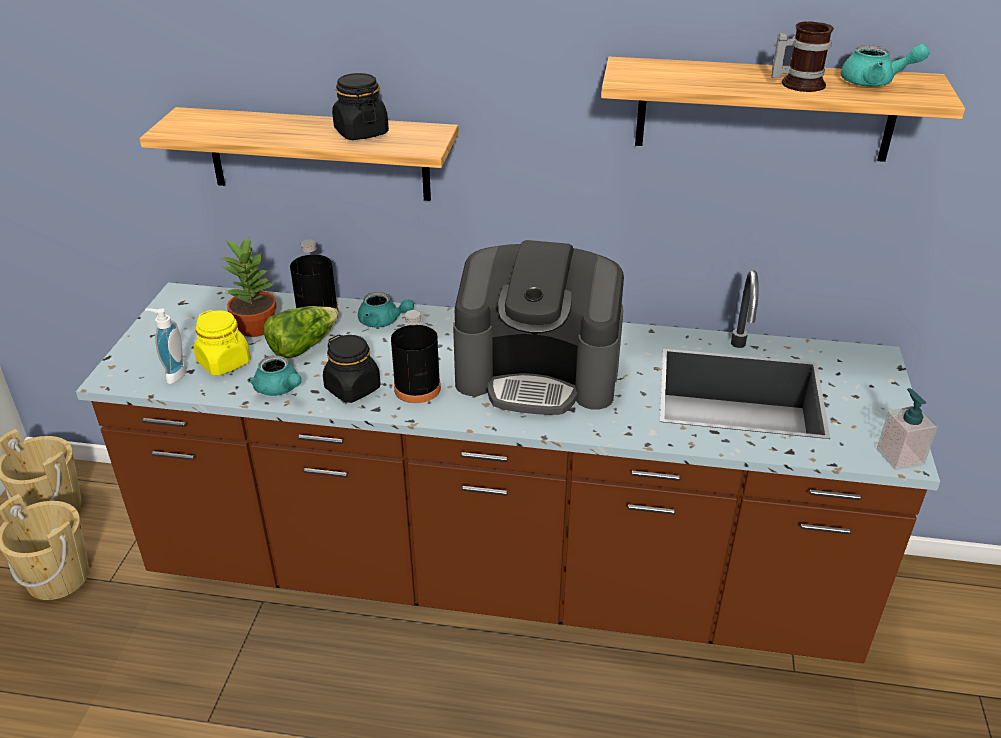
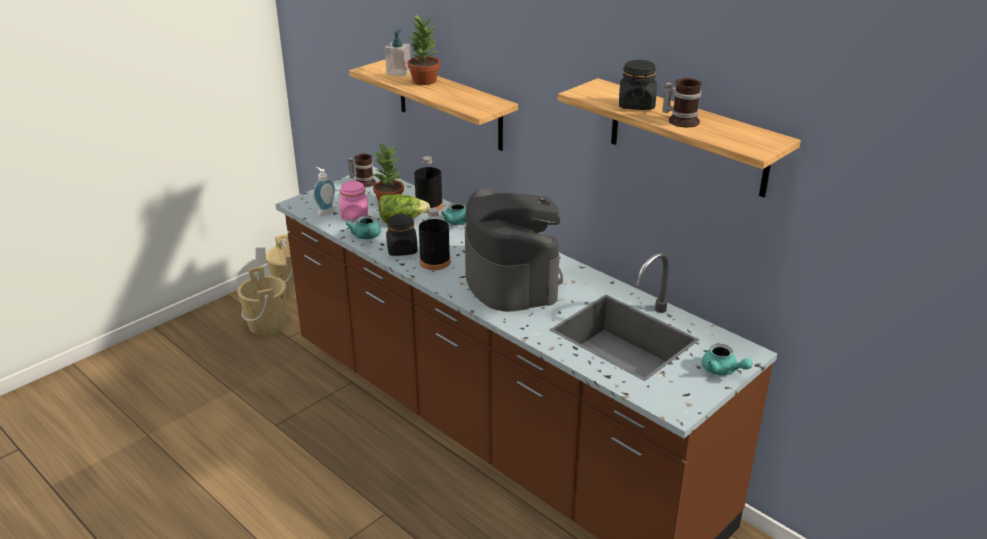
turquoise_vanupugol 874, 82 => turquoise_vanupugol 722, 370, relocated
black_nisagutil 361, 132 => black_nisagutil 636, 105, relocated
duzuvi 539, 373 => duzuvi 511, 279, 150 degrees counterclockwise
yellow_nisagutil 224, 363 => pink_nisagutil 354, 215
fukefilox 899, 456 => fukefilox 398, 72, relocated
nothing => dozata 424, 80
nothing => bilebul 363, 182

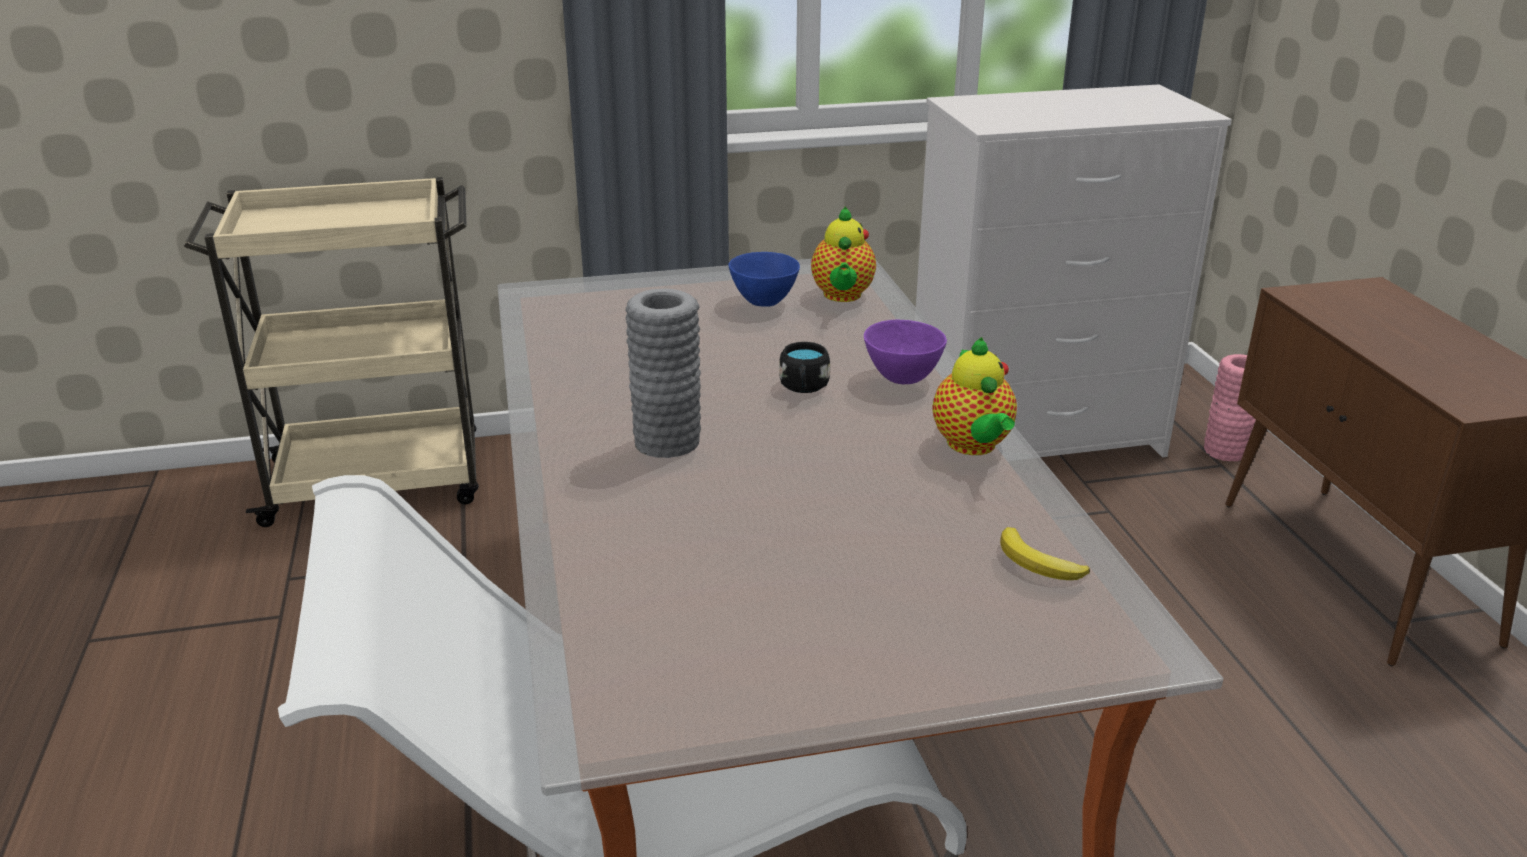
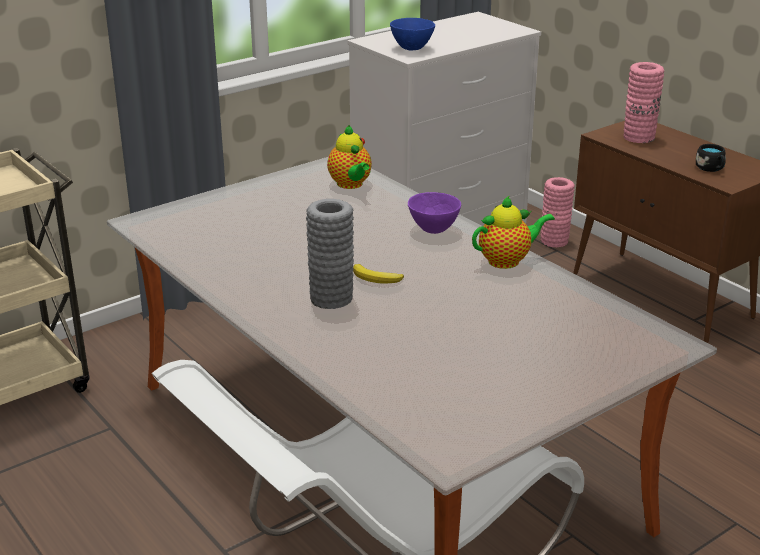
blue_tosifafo 765, 302 => blue_tosifafo 412, 48, relocated
vanupugol 973, 446 => vanupugol 507, 261, 75 degrees counterclockwise
black_bilebul 803, 388 => black_bilebul 711, 169, relocated
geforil 1038, 563 => geforil 376, 278, relocated
nothing => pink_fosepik 638, 137

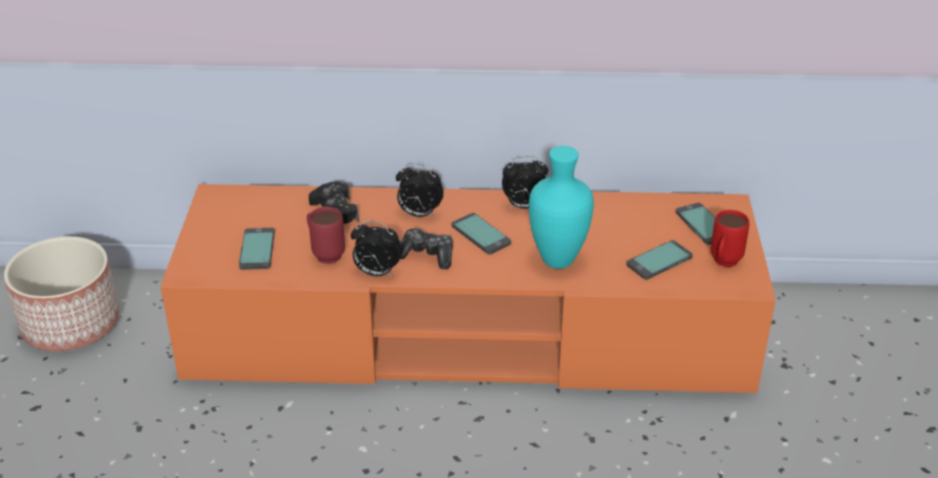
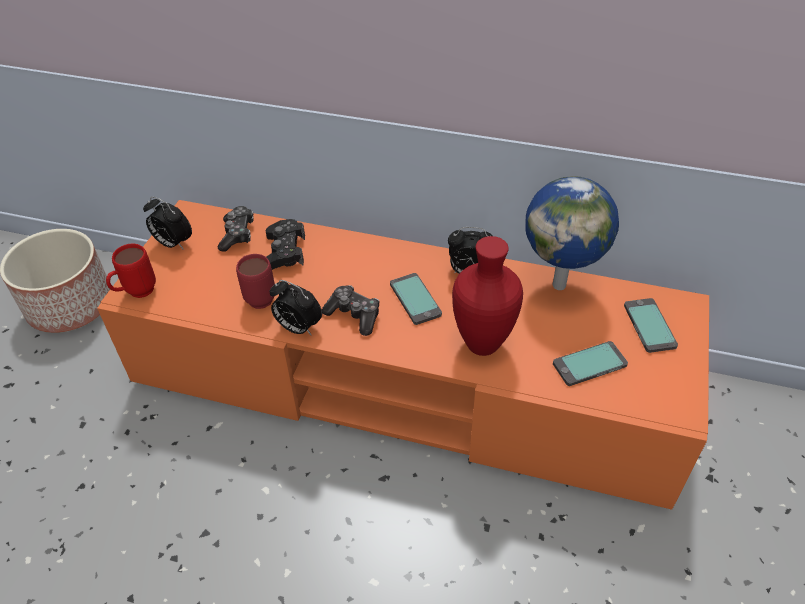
turquoise_fosepik 555, 261 => red_fosepik 480, 344
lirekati 419, 214 => lirekati 173, 243, relocated
red_bilebul 723, 264 => red_bilebul 136, 293, relocated
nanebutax 257, 250 => nothing
nothing => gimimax 560, 284
nothing => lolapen 237, 234

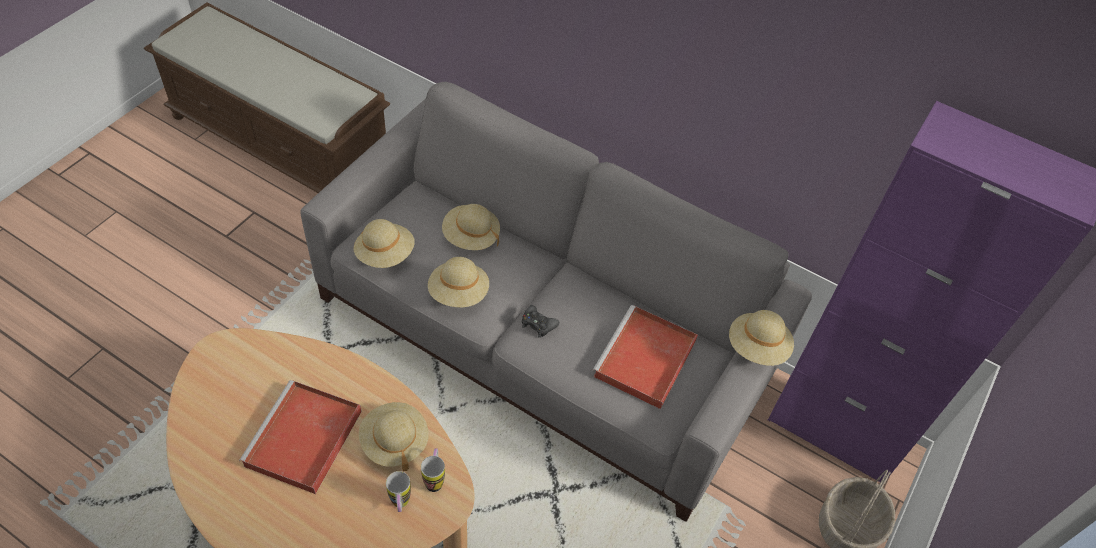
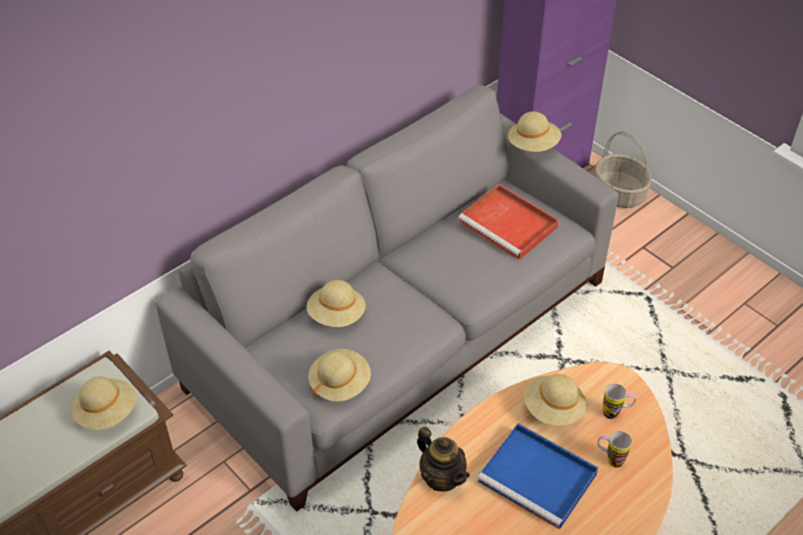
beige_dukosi 459, 293 => beige_dukosi 107, 413, relocated
black_lolapen 538, 324 => nothing
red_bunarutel 303, 440 => blue_bunarutel 539, 478
bilebul 435, 478 => bilebul 610, 459, relocated
nothing => vanupugol 442, 477

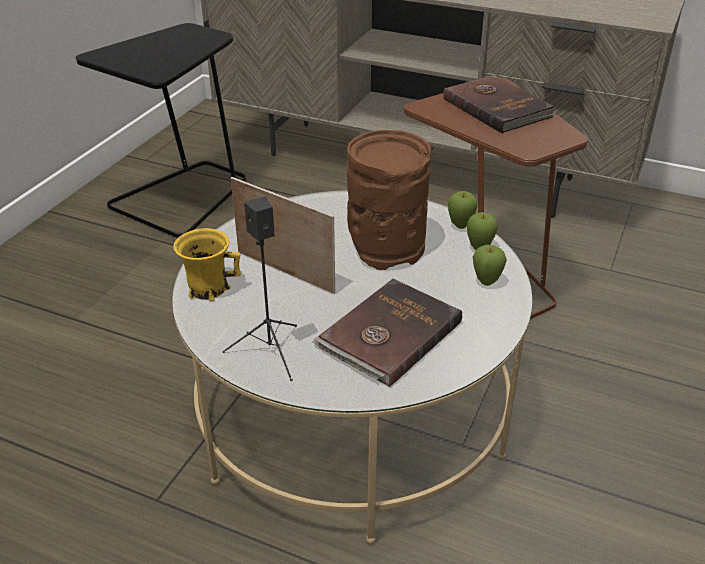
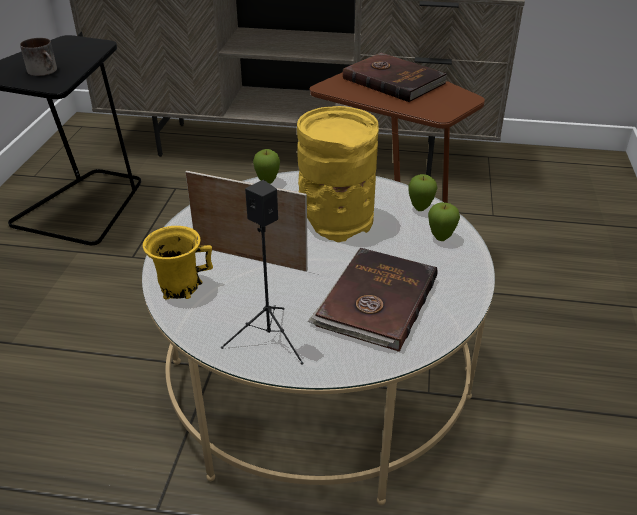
brown_fosepik 386, 247 => yellow_fosepik 335, 220
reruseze 460, 226 => reruseze 267, 182, relocated
nothing => bilebul 45, 71

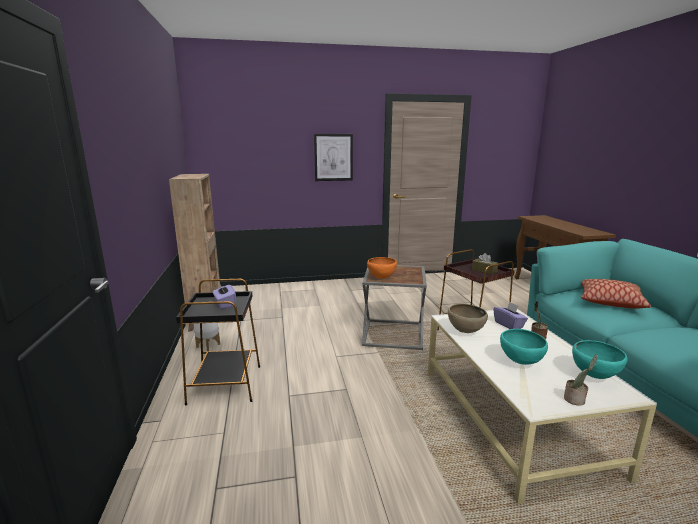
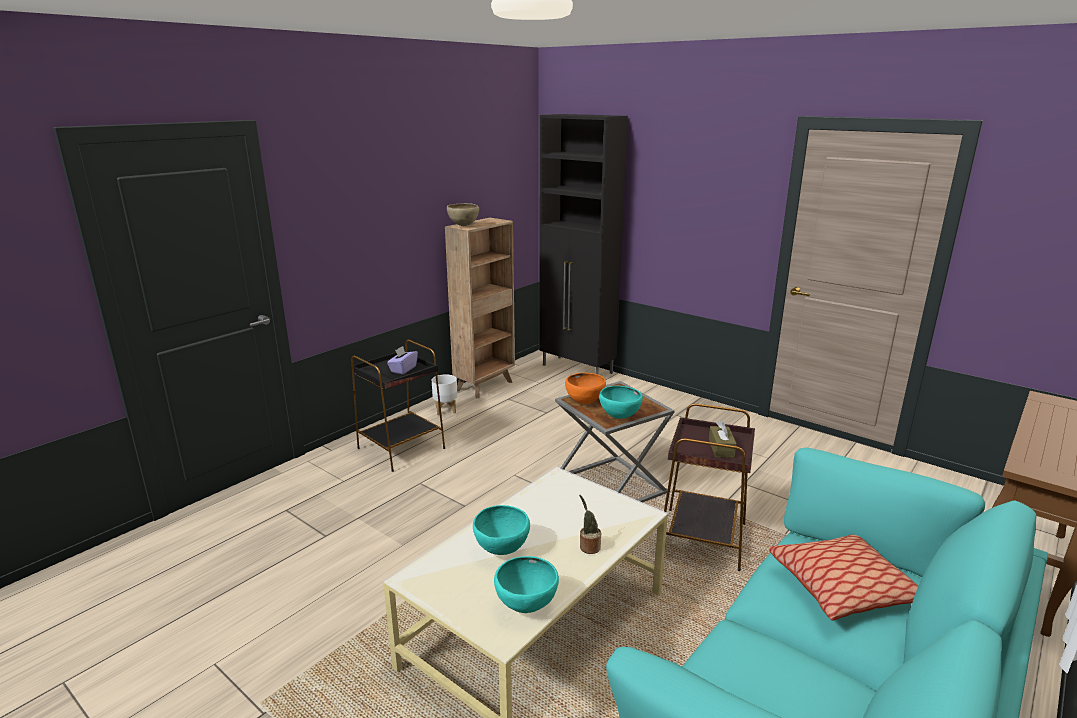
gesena 333, 157 => nothing
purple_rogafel 509, 325 => nothing
brown_tosifafo 465, 332 => brown_tosifafo 463, 226, relocated
dozata 576, 400 => nothing
nothing => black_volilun 577, 369
nothing => turquoise_tosifafo 619, 417

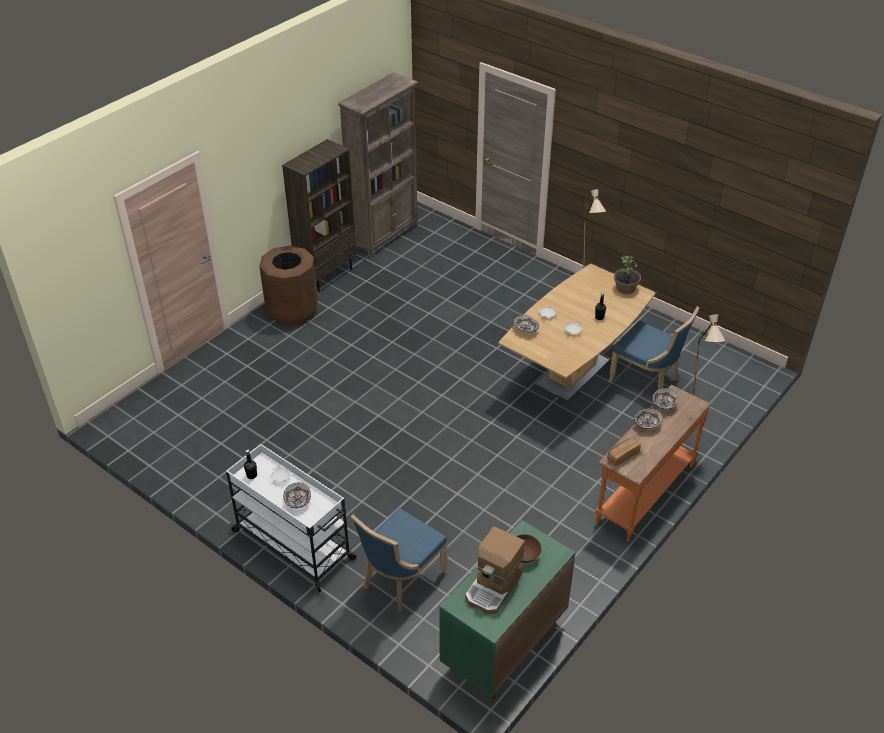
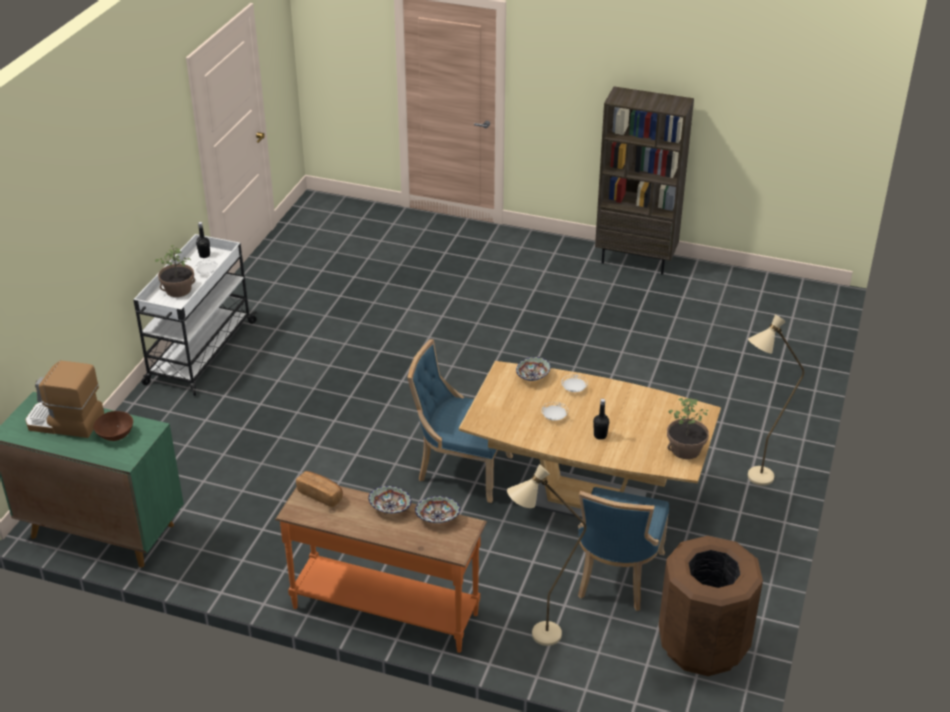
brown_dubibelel 384, 236 => nothing
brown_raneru 293, 311 => brown_raneru 702, 646, relocated
tosifafo 297, 501 => dozata 178, 290
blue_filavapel 400, 580 => blue_filavapel 461, 470, relocated

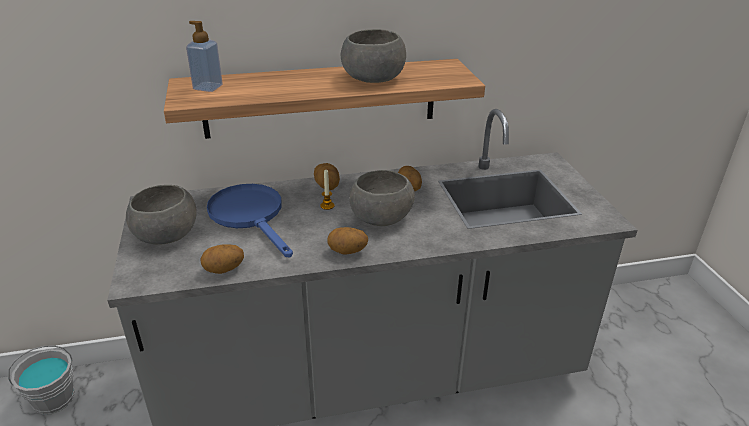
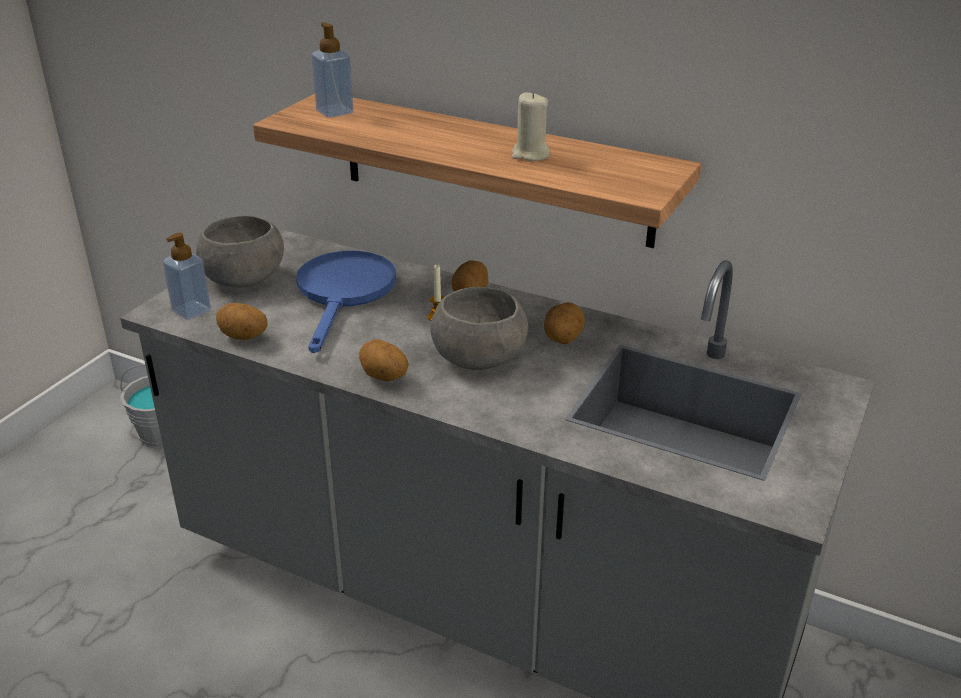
grey_tosifafo 372, 78 => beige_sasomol 530, 154
nothing => fukefilox 191, 311

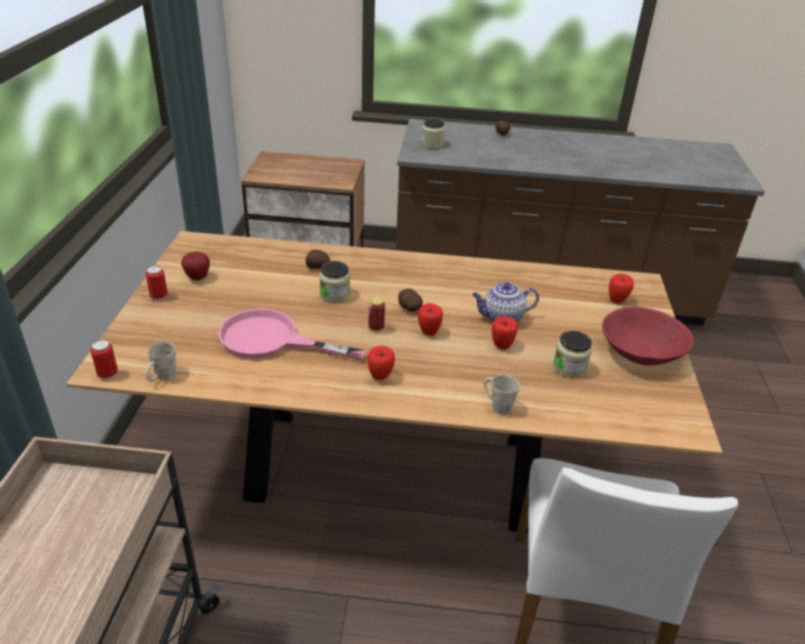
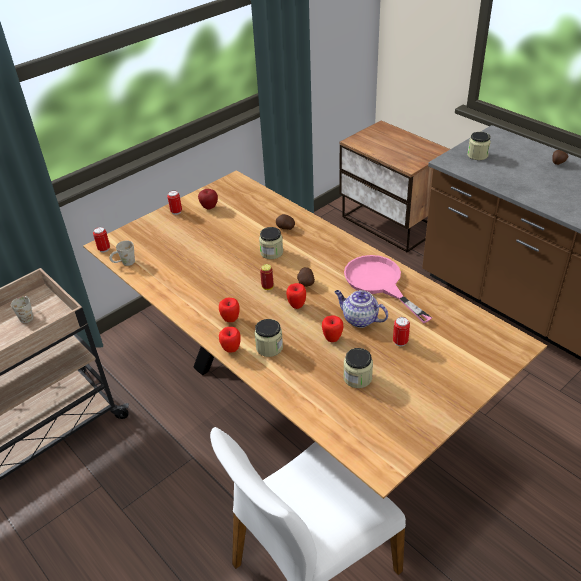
reruseze 617, 300 => reruseze 231, 349, relocated
red_tosifafo 640, 354 => nothing
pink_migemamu 272, 340 => pink_migemamu 379, 283, relocated
white_bilebul 496, 404 => white_bilebul 27, 315, relocated
nothing => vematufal 400, 342
nothing => nisagutil 269, 347

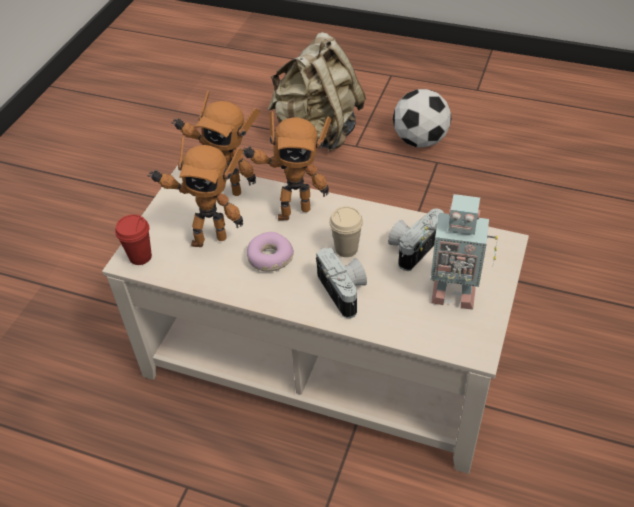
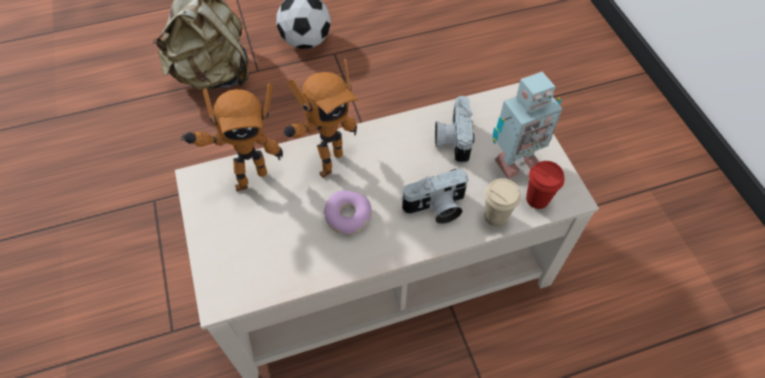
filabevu 208, 238 => nothing
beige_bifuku 346, 249 => beige_bifuku 495, 216, relocated
red_bifuku 140, 257 => red_bifuku 537, 199, relocated
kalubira 345, 291 => kalubira 436, 208, 135 degrees clockwise

